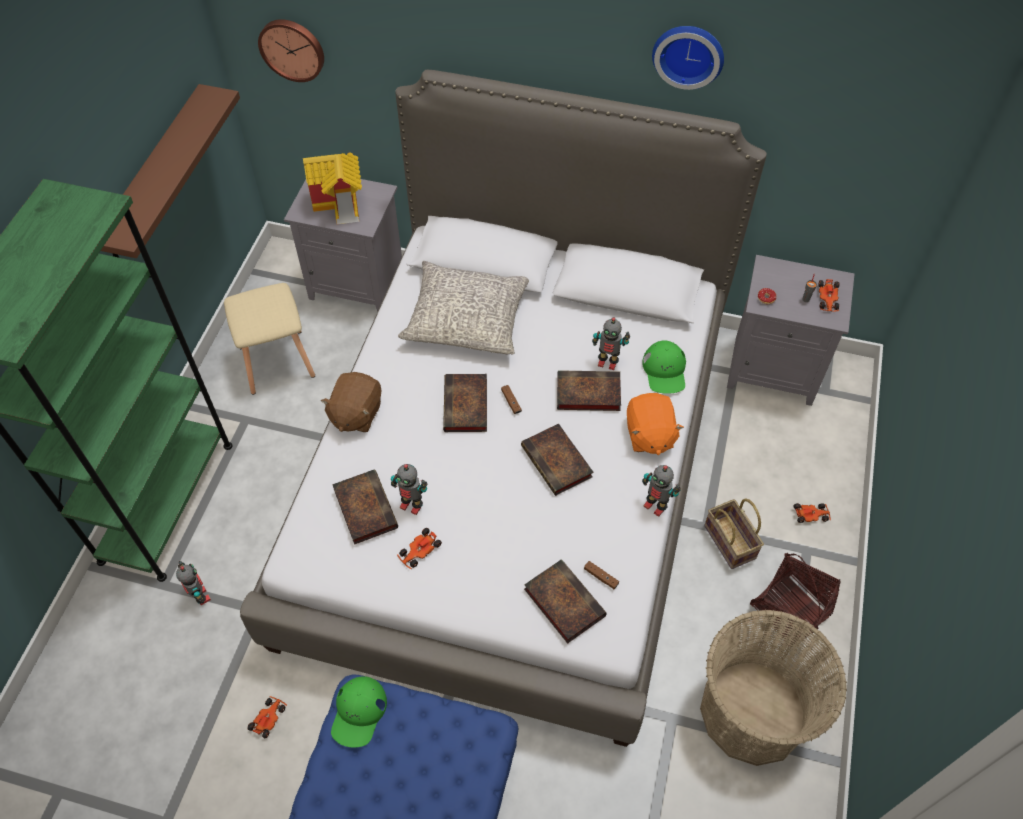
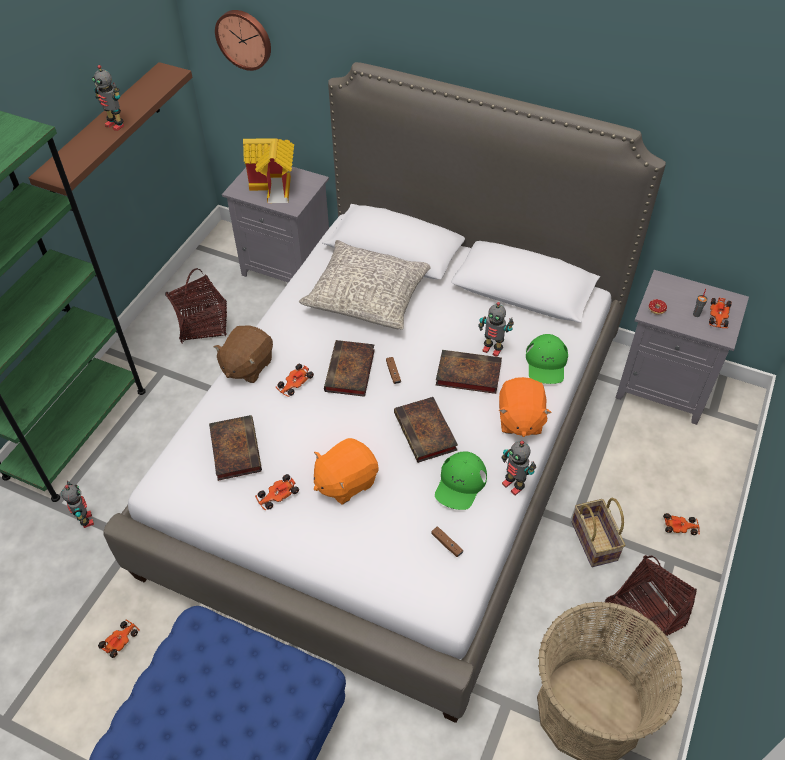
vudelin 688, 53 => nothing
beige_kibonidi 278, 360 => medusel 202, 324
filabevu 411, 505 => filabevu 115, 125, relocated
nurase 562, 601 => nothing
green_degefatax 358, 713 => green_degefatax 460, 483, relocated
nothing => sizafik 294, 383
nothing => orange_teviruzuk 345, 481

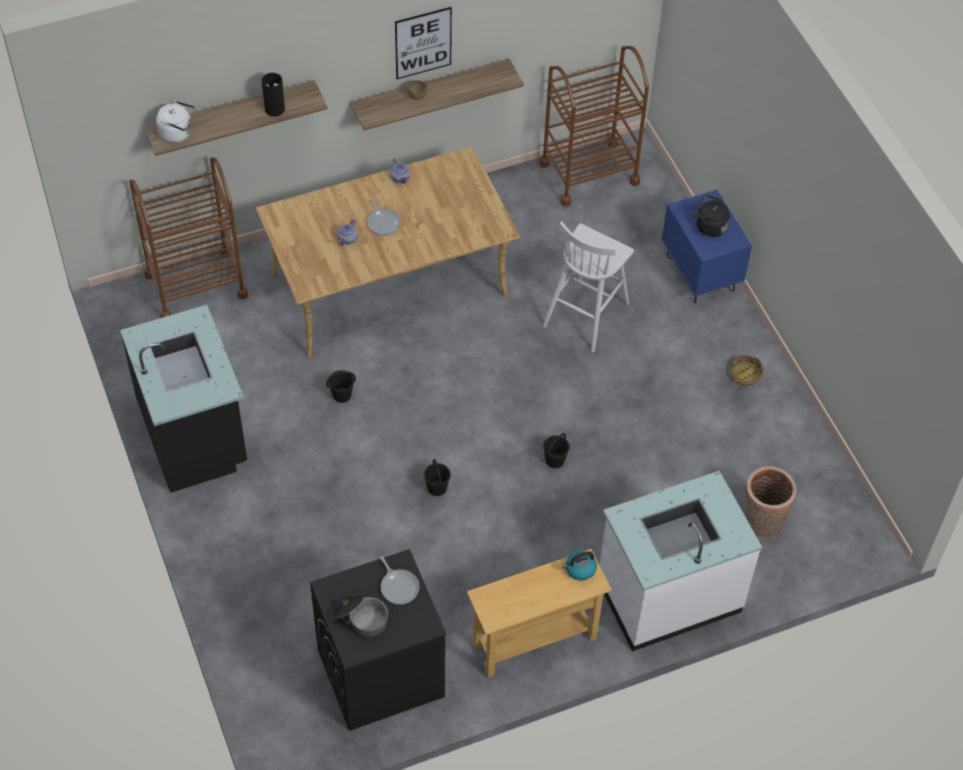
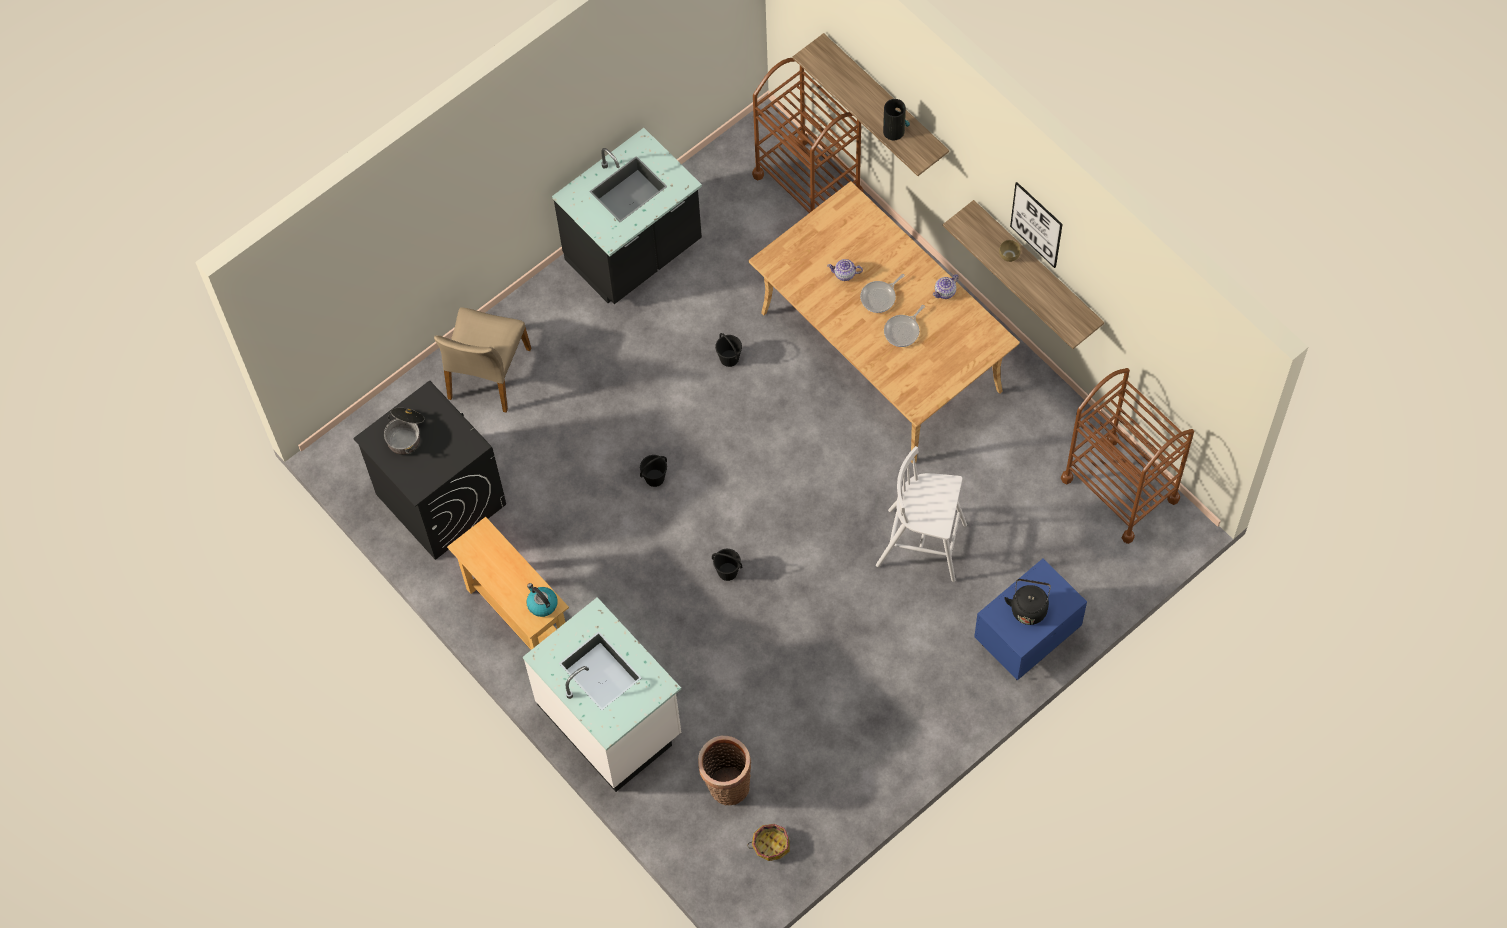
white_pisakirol 178, 133 => nothing
medusel 745, 375 => medusel 770, 844, relocated
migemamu 399, 586 => migemamu 903, 331, relocated
nothing => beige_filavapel 487, 374

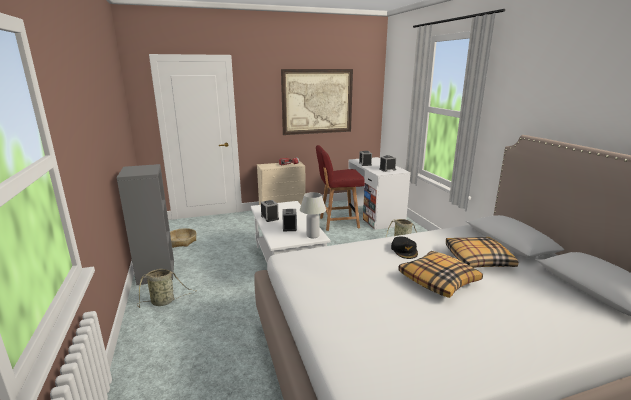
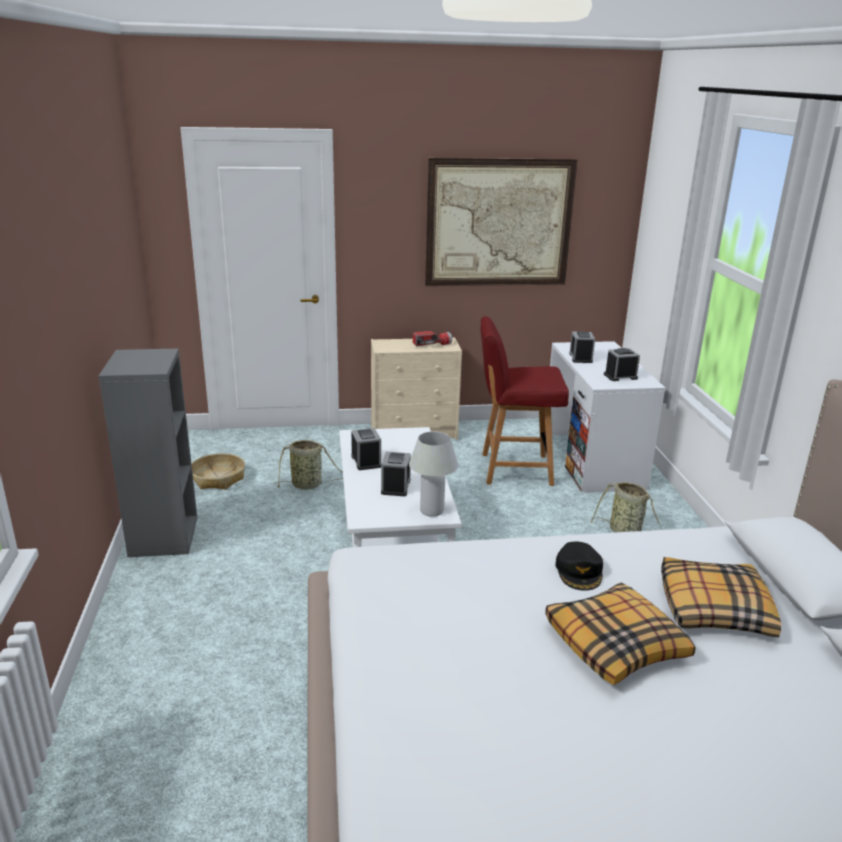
medusel 164, 301 => medusel 309, 485, relocated

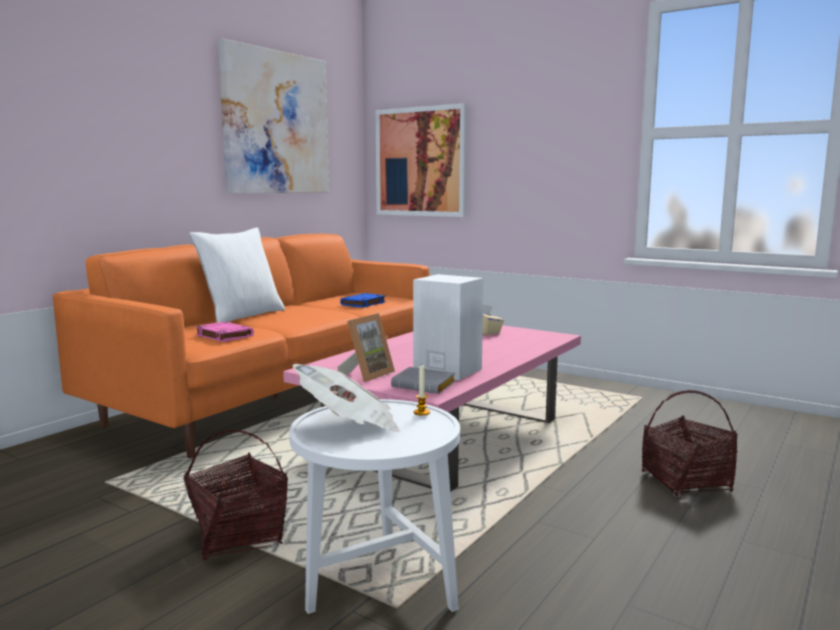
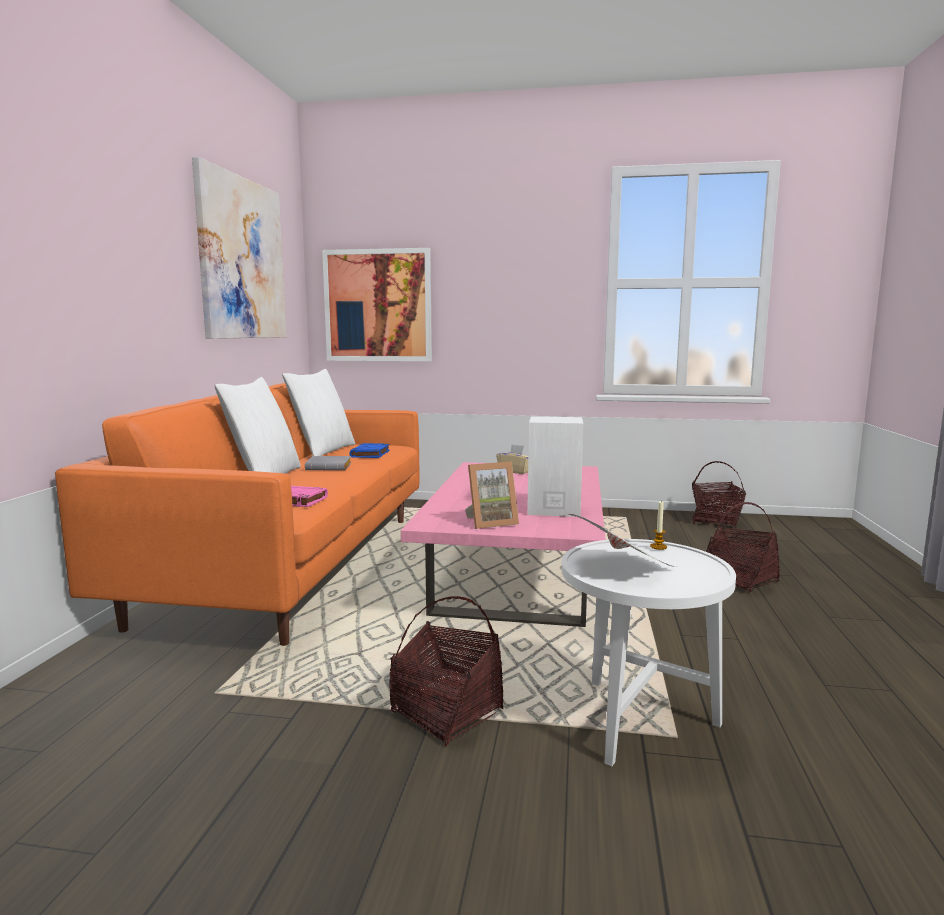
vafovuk 367, 374 => vafovuk 490, 522, 60 degrees clockwise
grey_nurase 425, 386 => grey_nurase 330, 467, relocated
nothing => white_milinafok 323, 451
nothing => medusel 715, 521

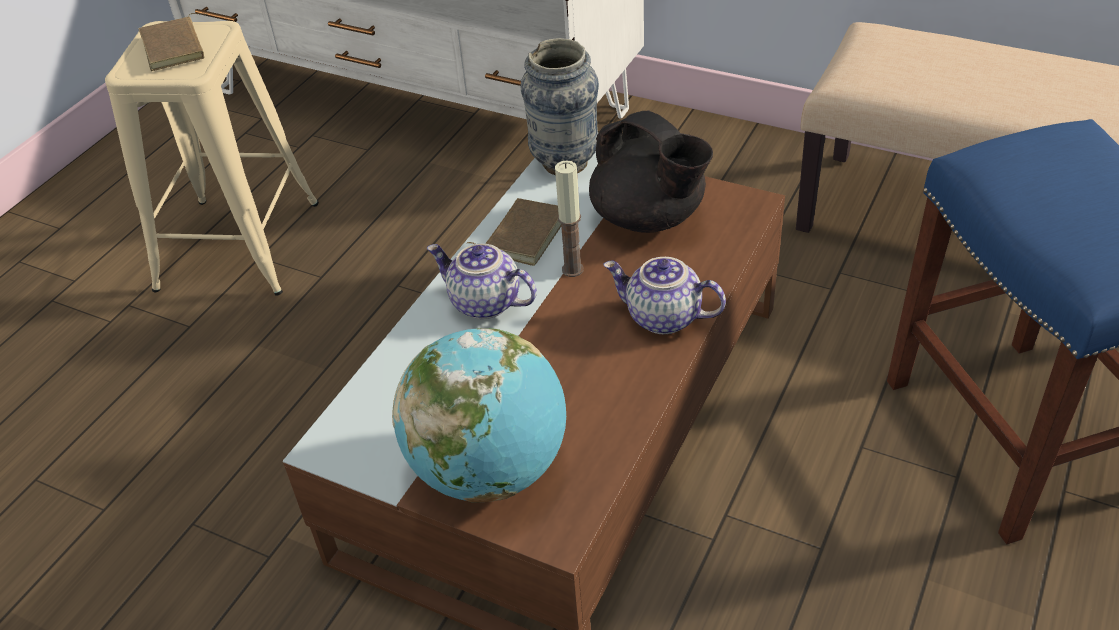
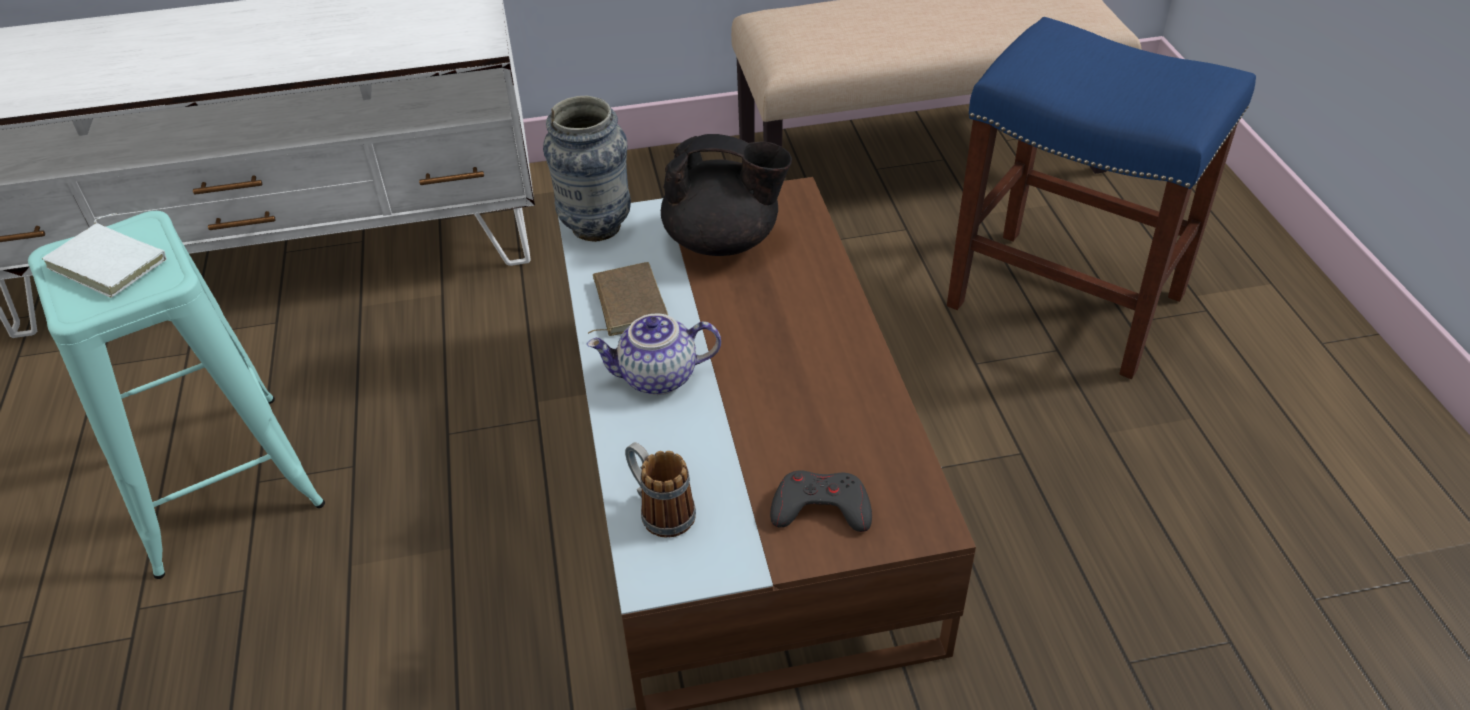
brown_nurase 176, 47 => white_nurase 111, 262
beige_kibonidi 238, 245 => turquoise_kibonidi 218, 482
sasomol 572, 269 => nothing
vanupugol 662, 318 => nothing
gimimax 490, 469 => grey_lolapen 820, 508
nothing => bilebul 660, 510

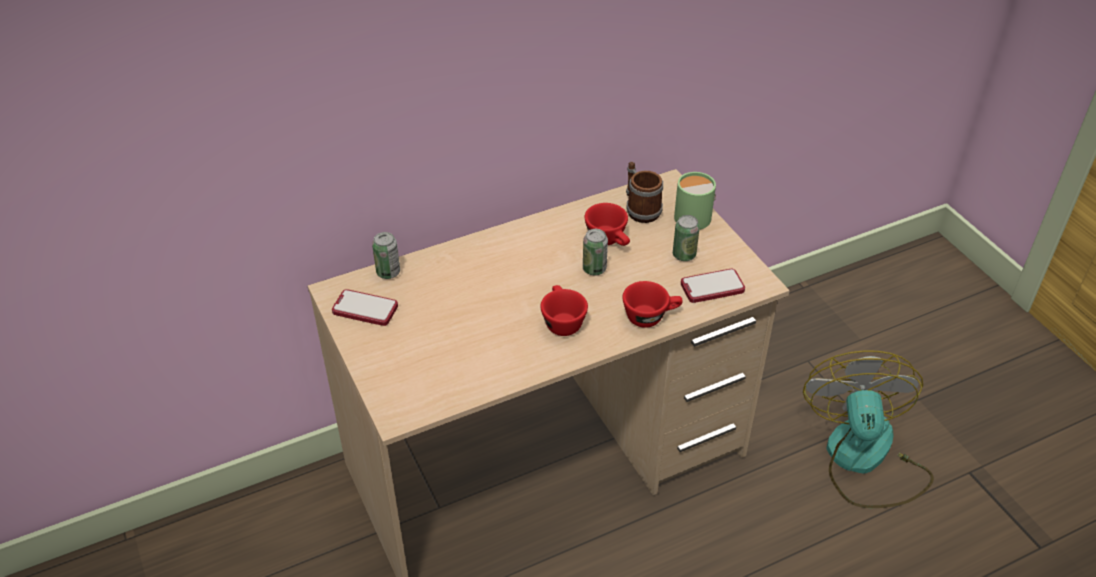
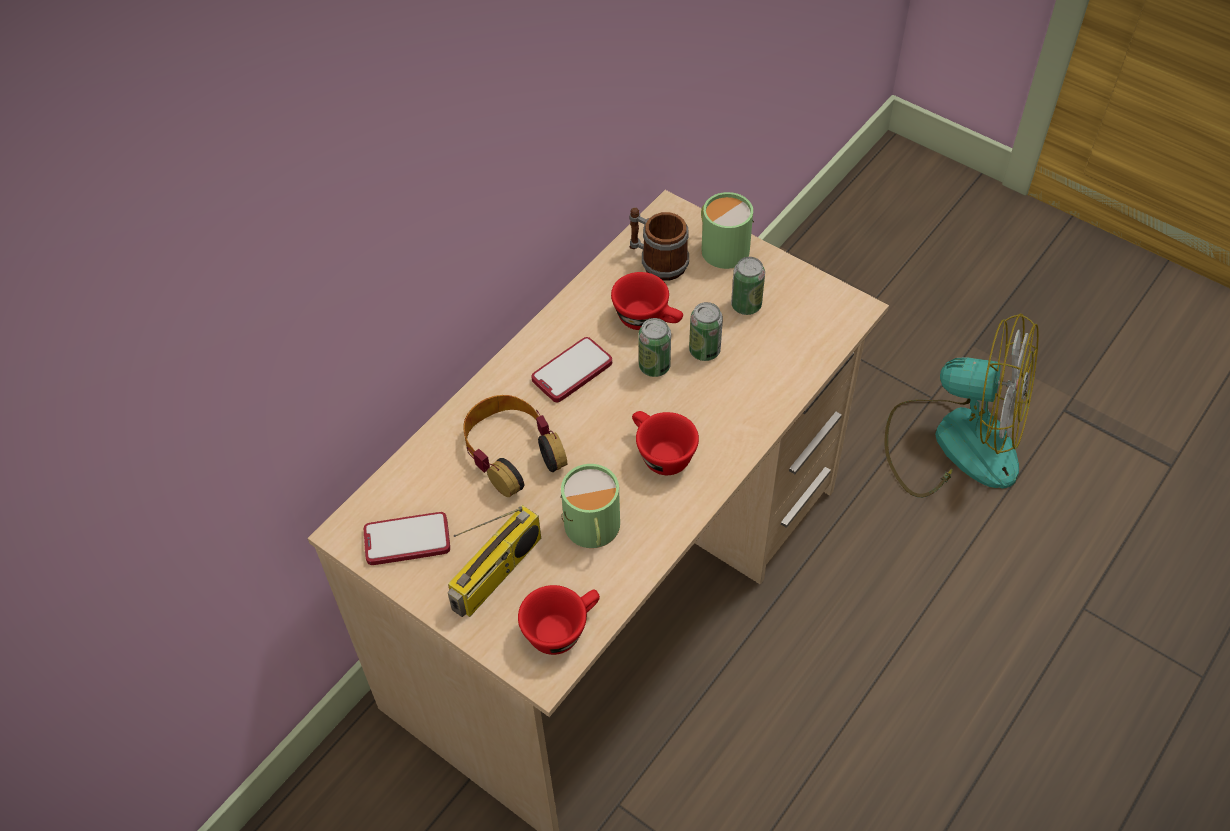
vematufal 388, 272 => vematufal 704, 350, relocated
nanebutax 712, 287 => nanebutax 572, 371, relocated
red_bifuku 651, 316 => red_bifuku 562, 628, relocated
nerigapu 863, 460 => nerigapu 954, 441, 135 degrees clockwise
nothing => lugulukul 512, 451
nothing => green_bilebul 592, 530
nothing => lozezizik 497, 574

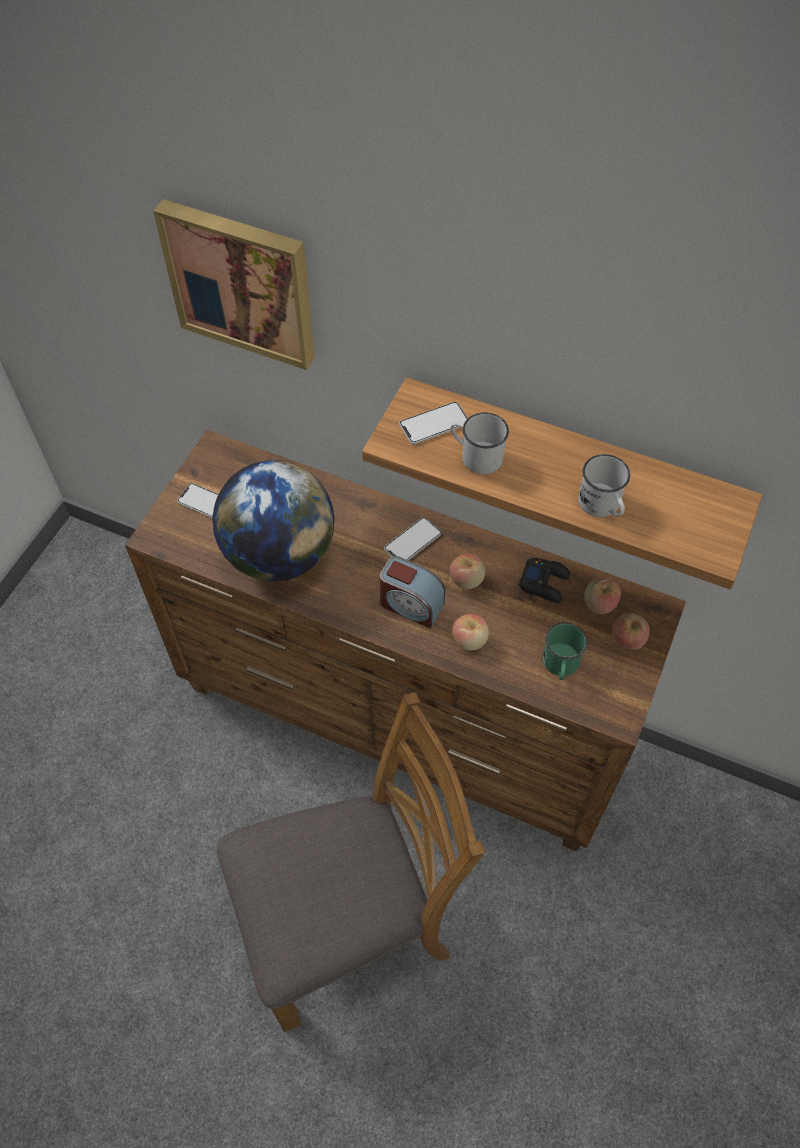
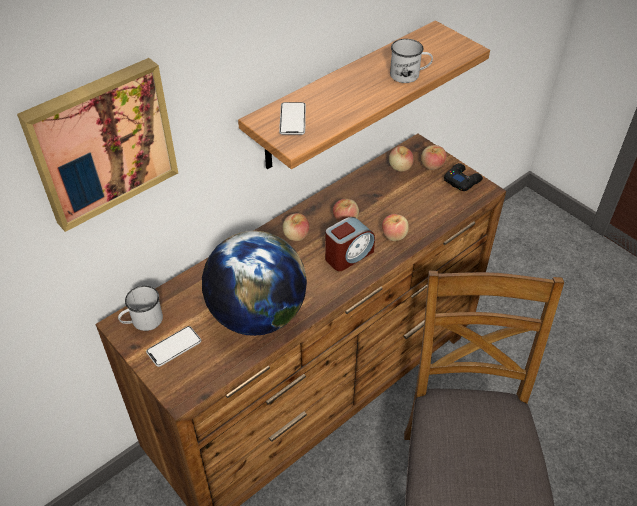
white_bilebul 476, 456 => white_bilebul 142, 321, relocated
nanebutax 412, 541 => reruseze 296, 236
black_lolapen 544, 583 => black_lolapen 462, 180, relocated
green_bilebul 560, 665 => nothing

